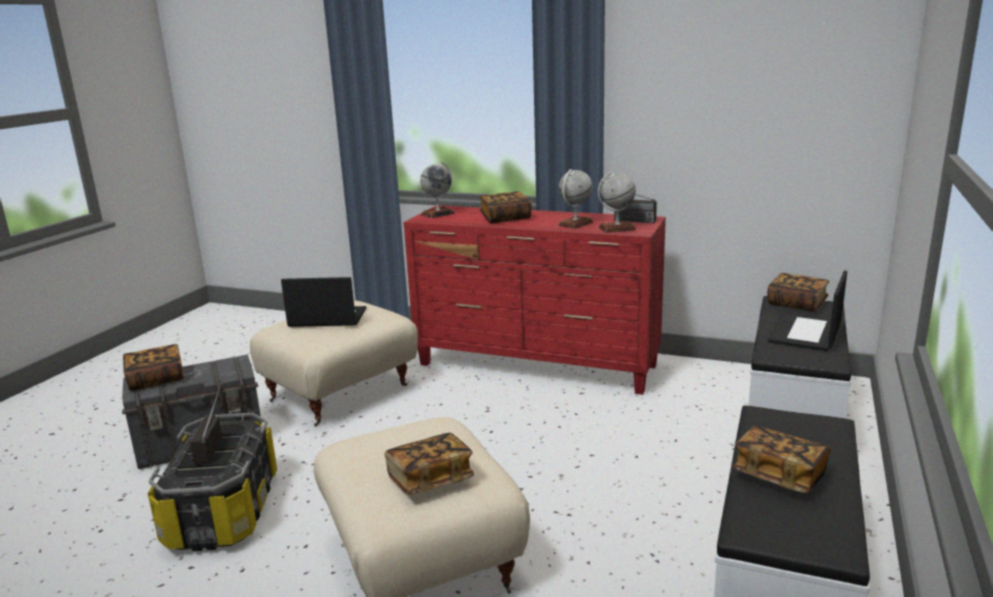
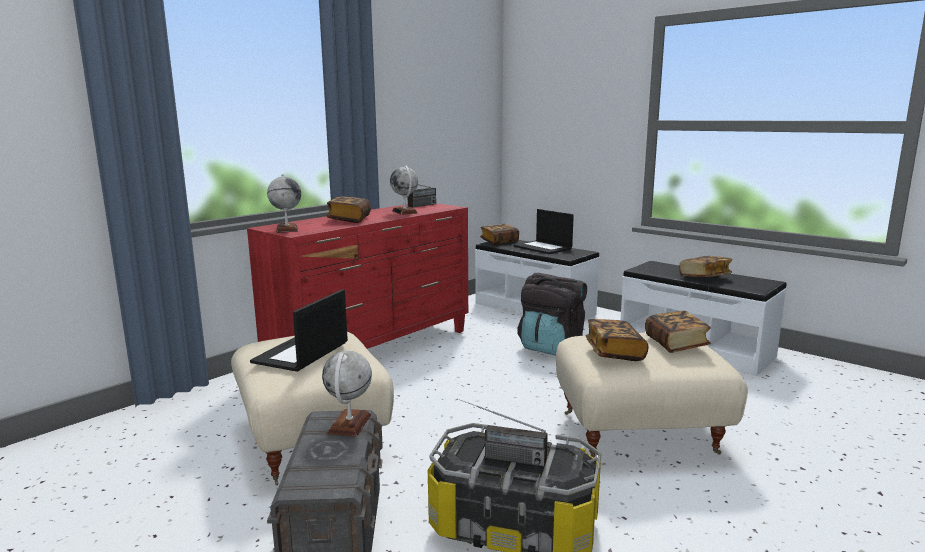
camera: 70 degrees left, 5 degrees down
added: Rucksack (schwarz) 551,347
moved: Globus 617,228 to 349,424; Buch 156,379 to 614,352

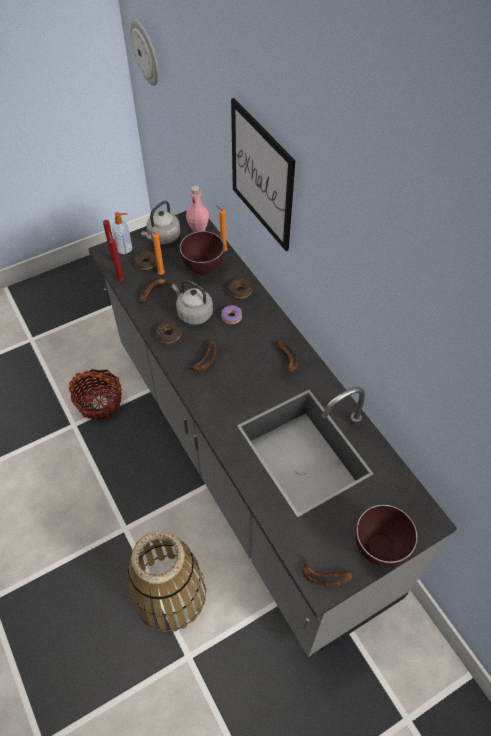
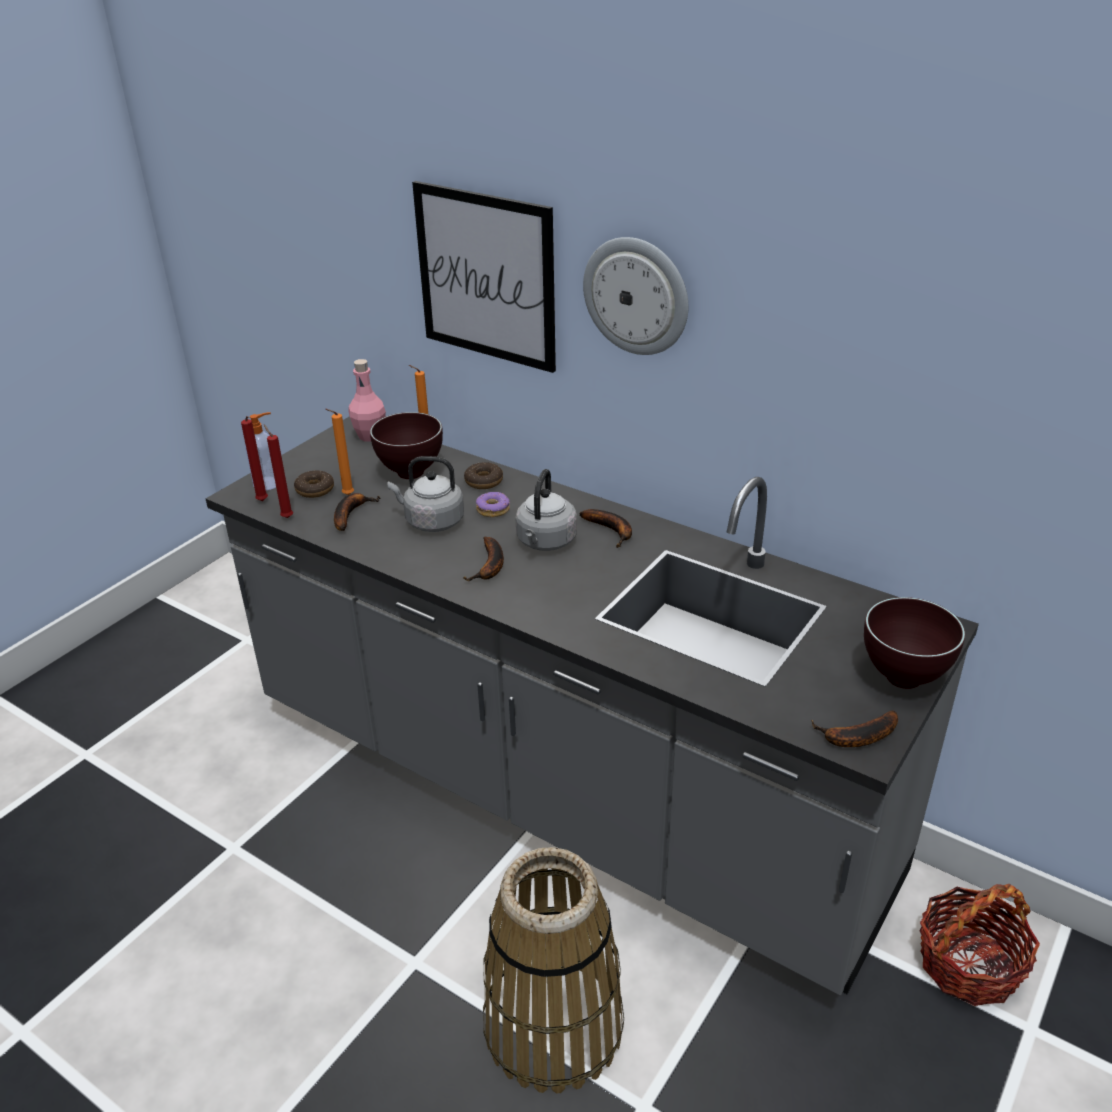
camera: 25 degrees left, 20 degrees down
removed: Donut 169,335
moved: Wanduhr 146,52 to 637,296; Wasserkessel (grau) 163,237 to 545,542; Korb 99,402 to 968,965

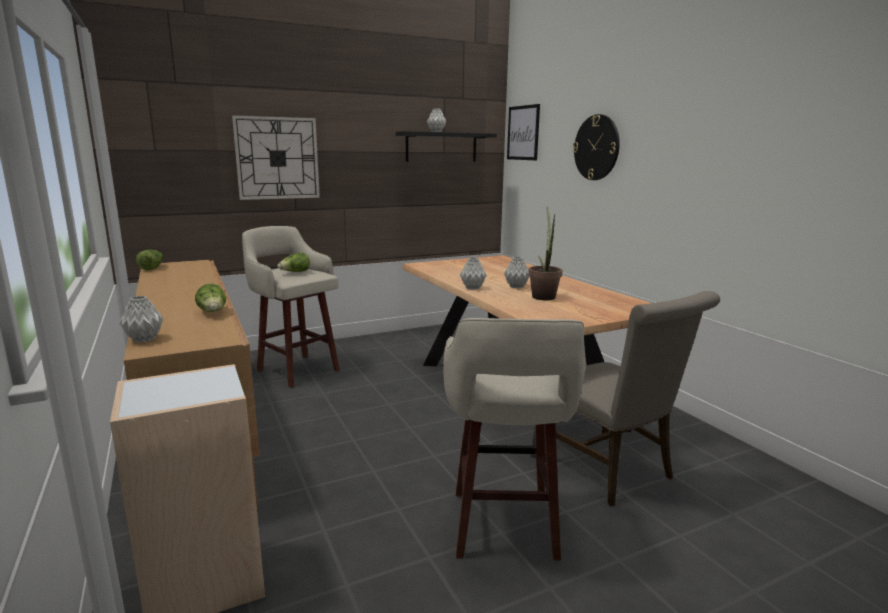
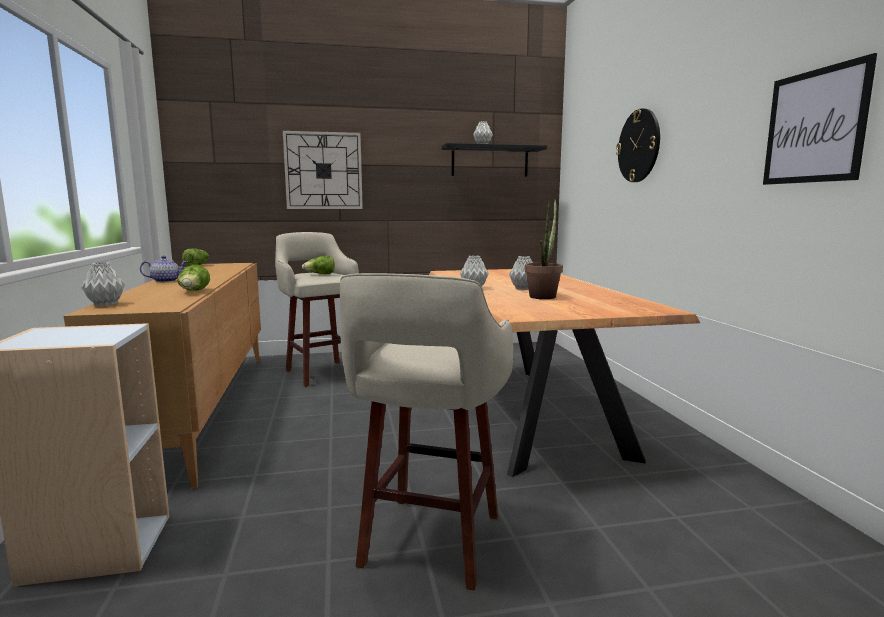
camera: 15 degrees right, 5 degrees down
removed: Stuhl (beige) 613,472
added: Teekanne 166,281
moved: Bild 523,133 to 814,126

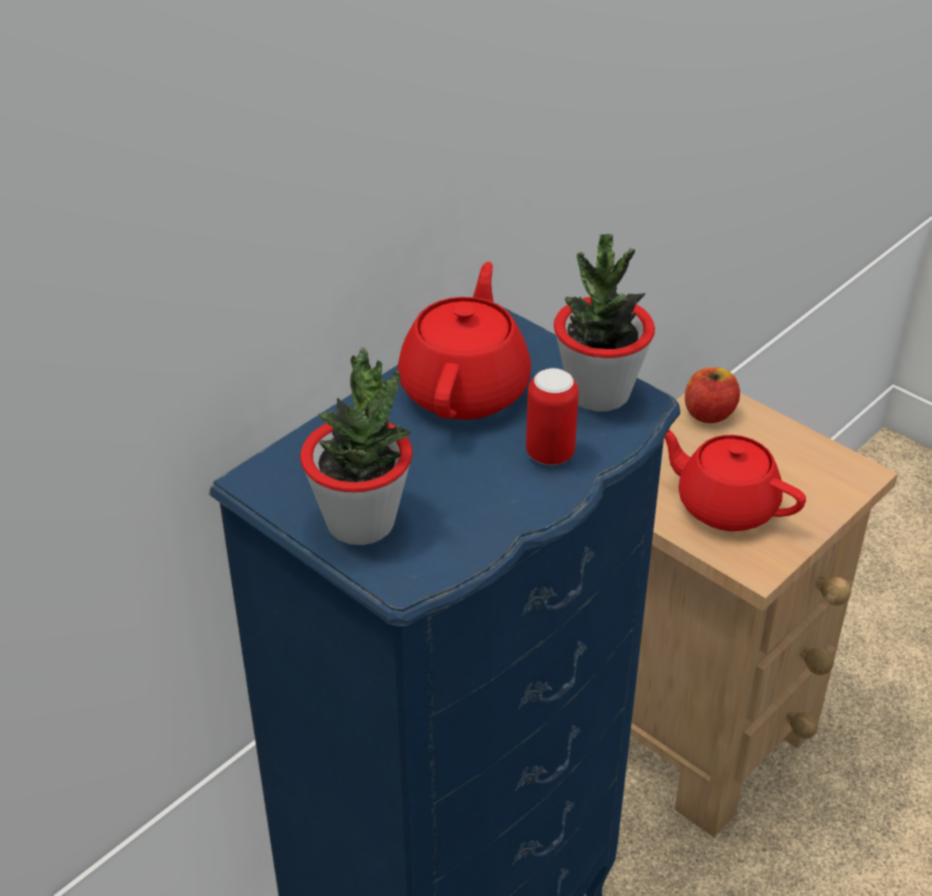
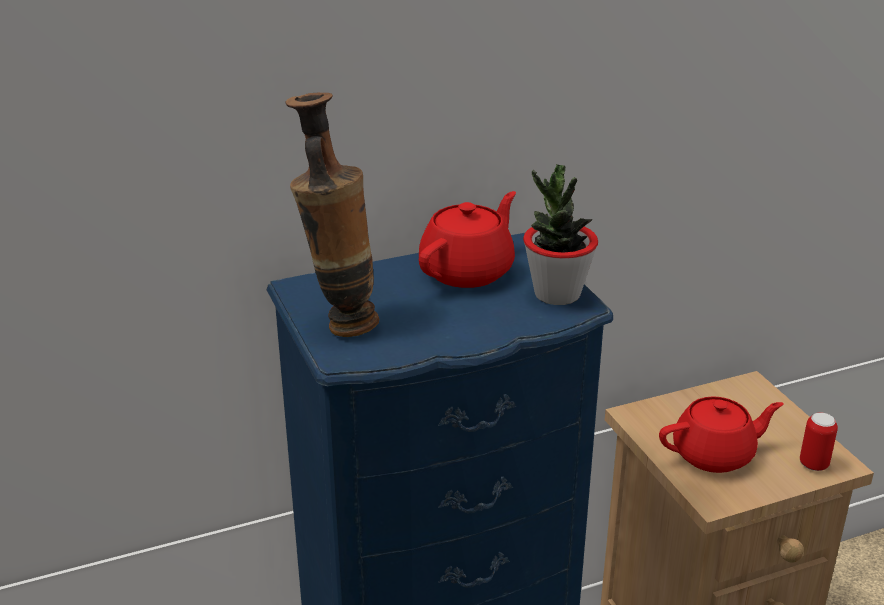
camera: 25 degrees right, 10 degrees down
removed: Apfel 709,413
moved: Dose 550,454 to 813,464
replaced: Topfpflanze 361,522 to Vase 340,323
turned: Teekanne (rot) 725,505 = 715,455 105 degrees clockwise

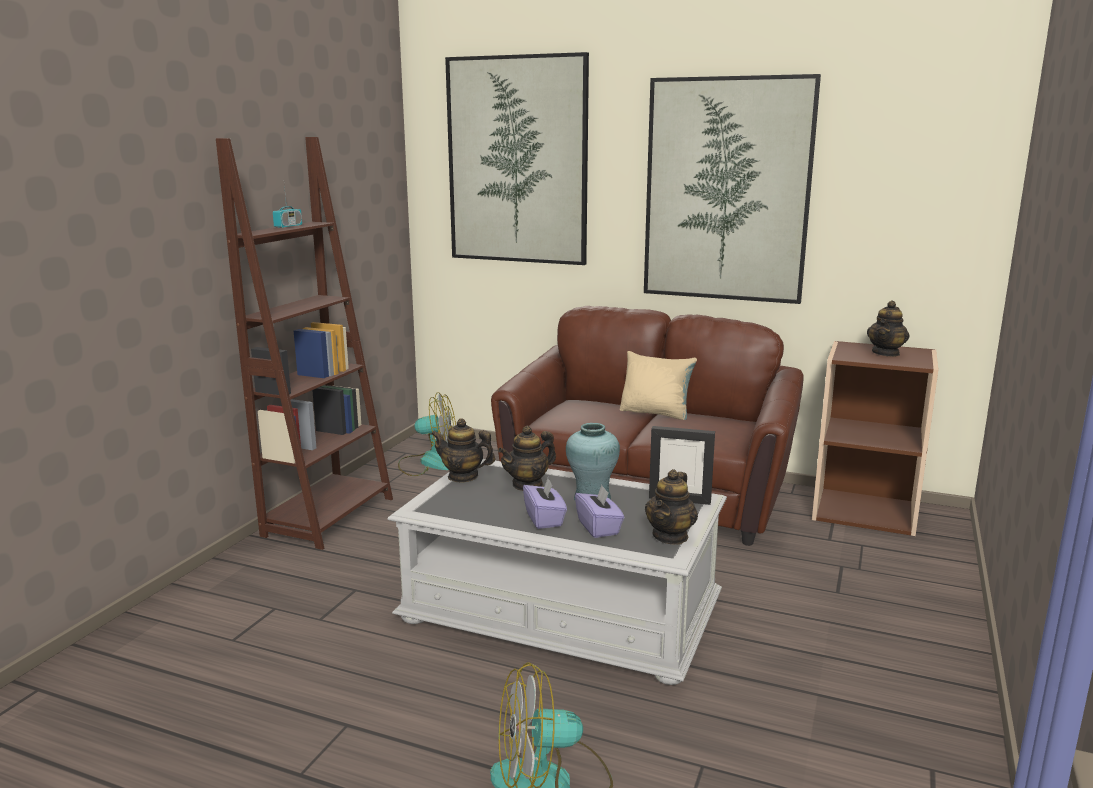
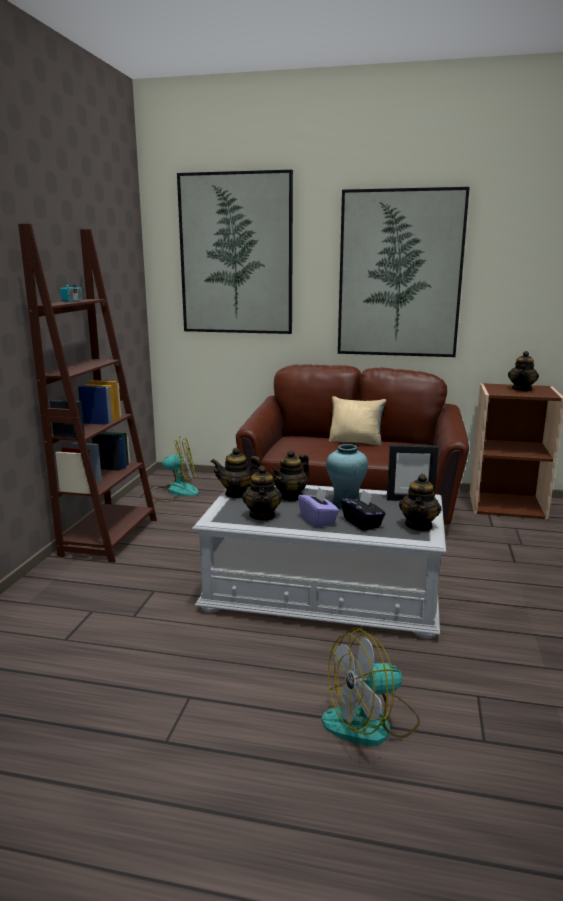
camera: 10 degrees left, 0 degrees up
added: Teekanne 262,515
recoloured: Taschentuchbox (lila) 599,527 to Taschentuchbox (schwarz) 362,523

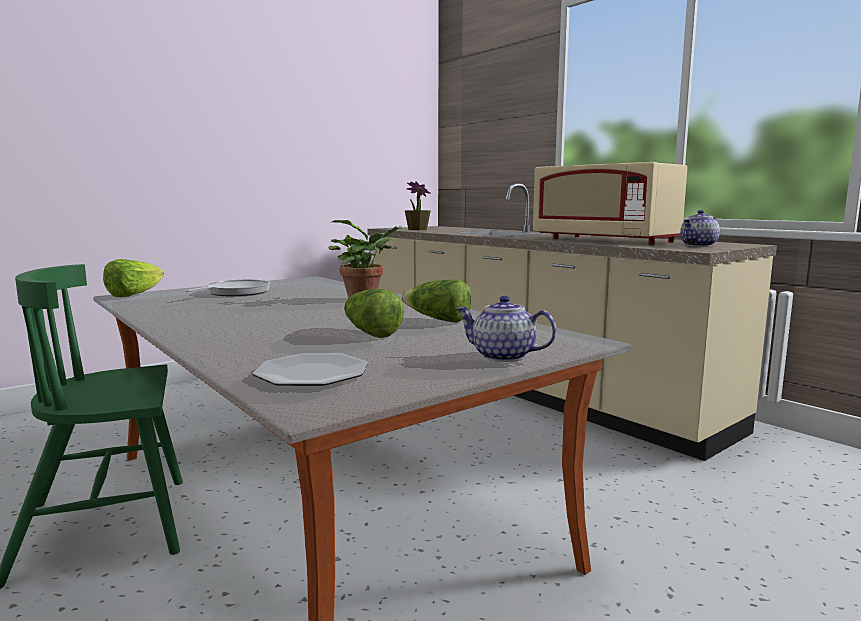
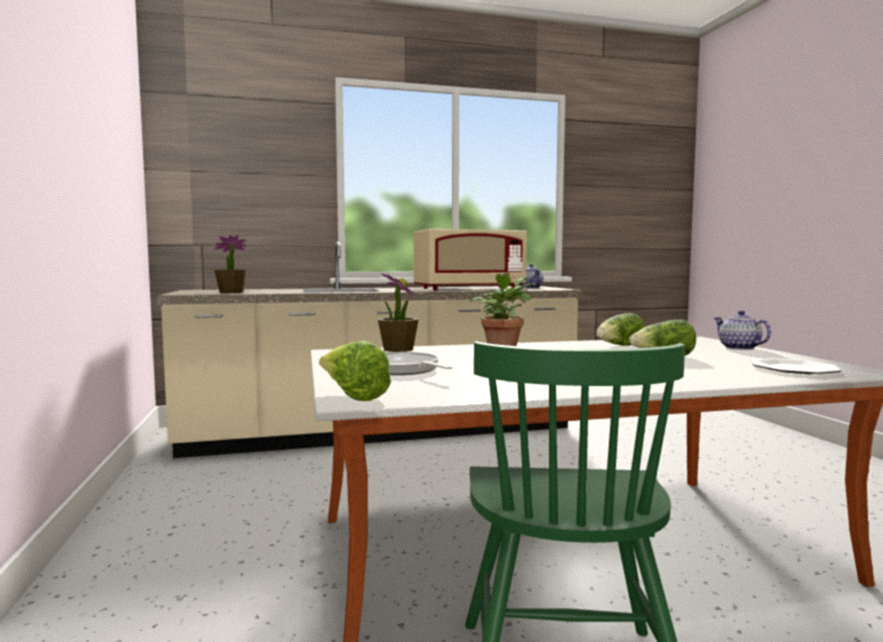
camera: 65 degrees left, 5 degrees down
added: Topfpflanze 398,349
turned: Teekanne 502,356 = 738,348 105 degrees clockwise

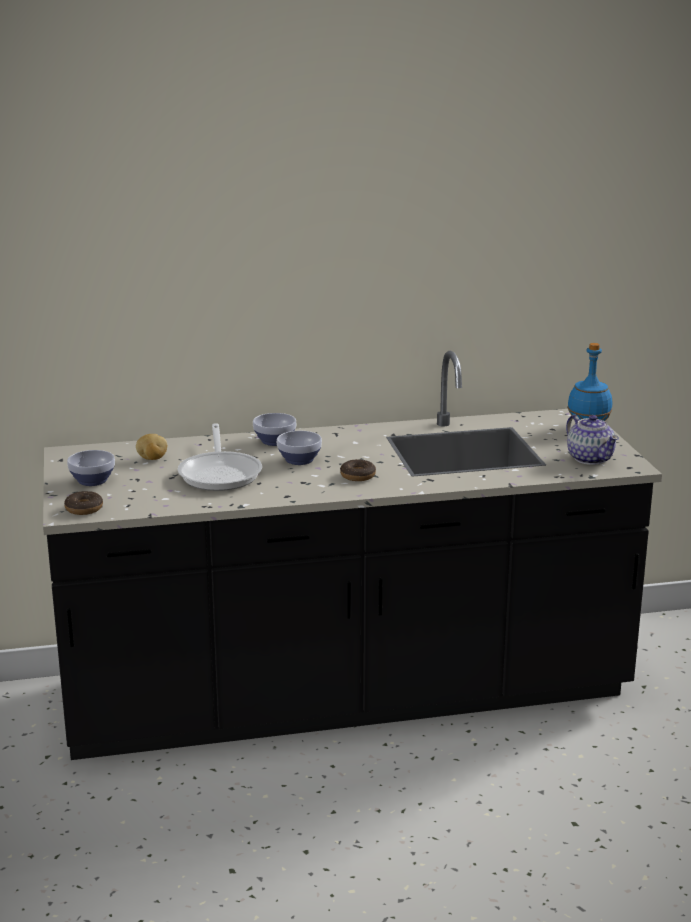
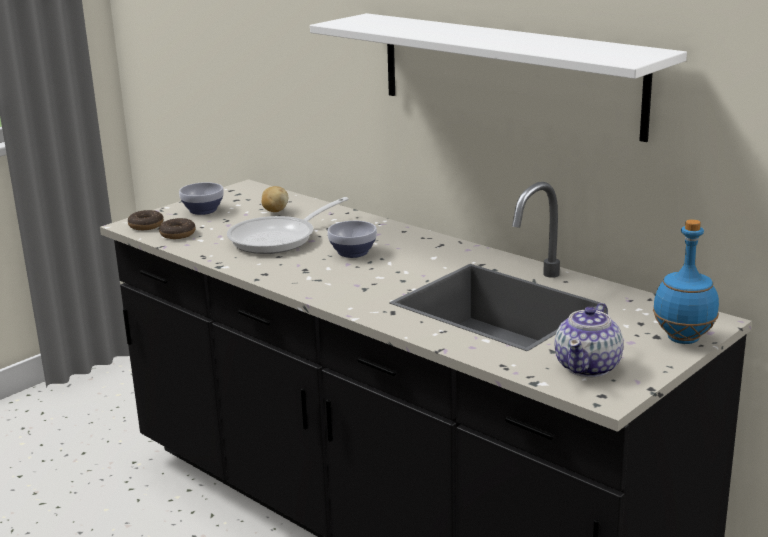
camera: 55 degrees right, 0 degrees up
removed: Schüssel 275,442
added: Wandregal (weiß) 507,73
moved: Donut 357,476 to 178,234

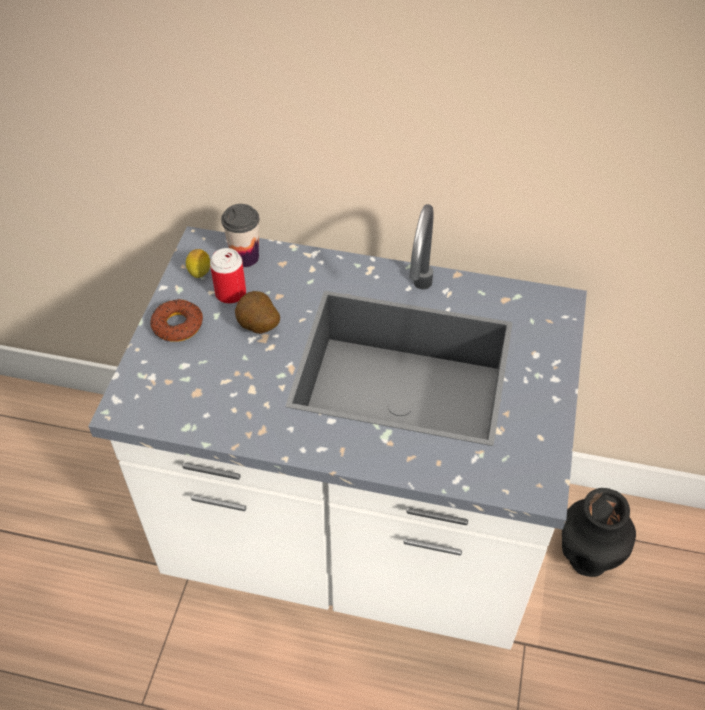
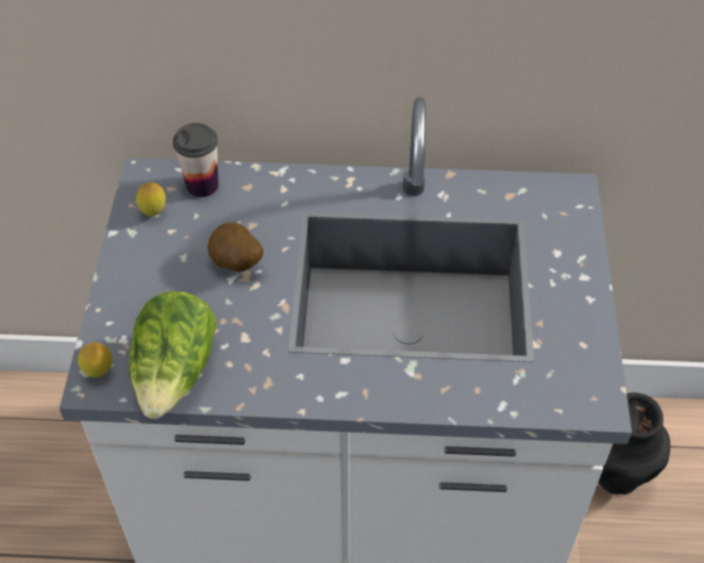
camera: 10 degrees left, 0 degrees up
removed: Dose 230,293; Donut 177,325
added: Salatkopf 176,372; Zitrone 99,373

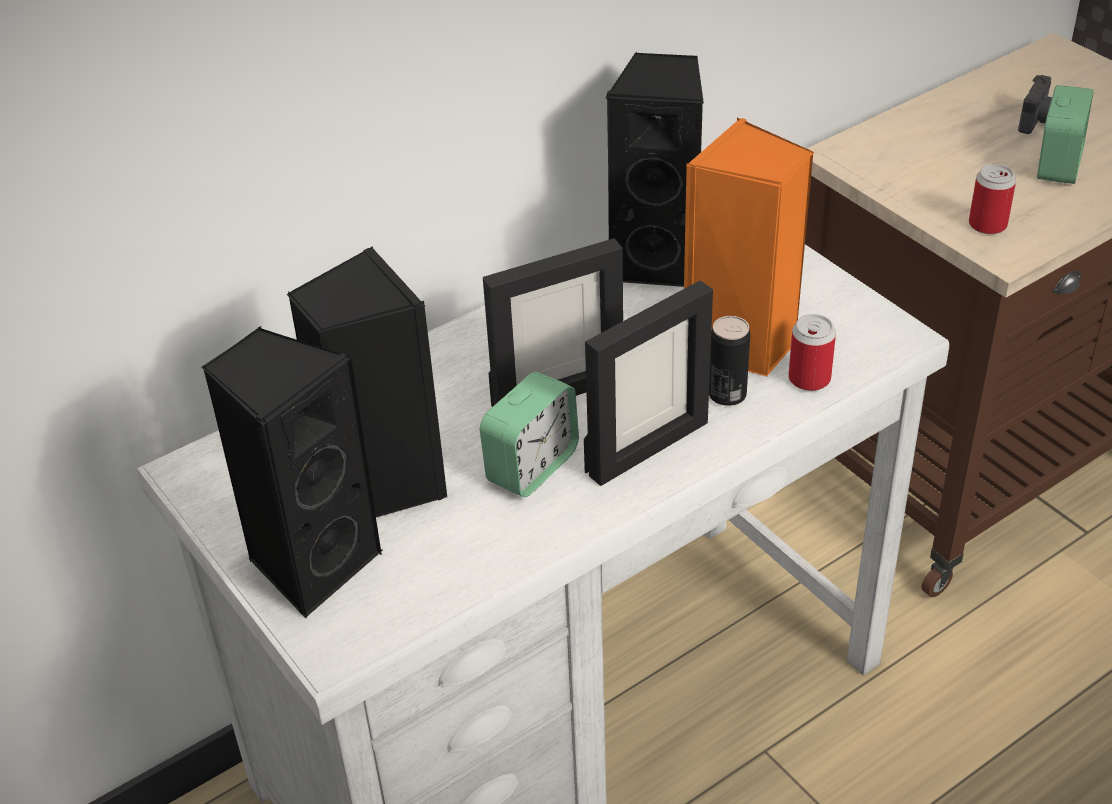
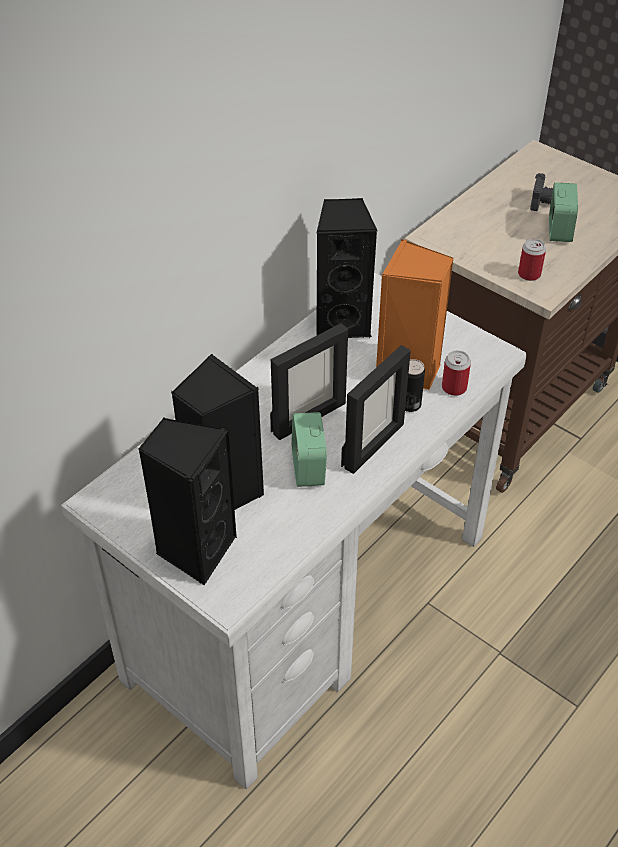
camera: 15 degrees left, 5 degrees up
turned: Wecker 532,467 = 308,467 150 degrees clockwise

